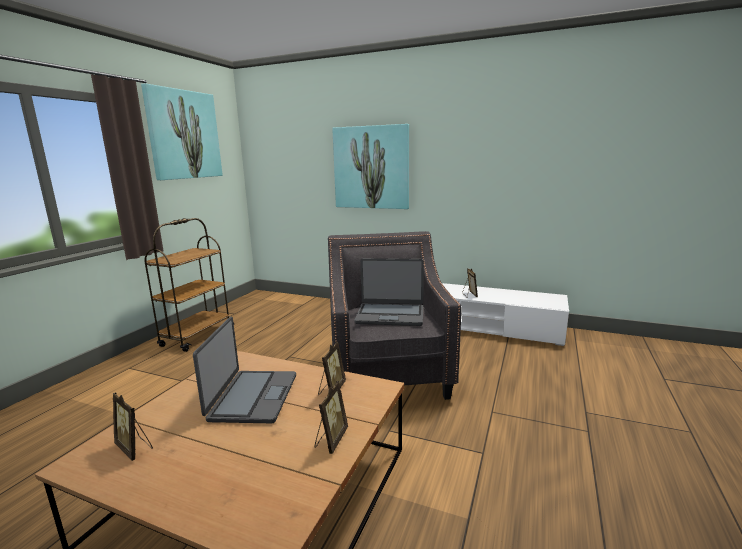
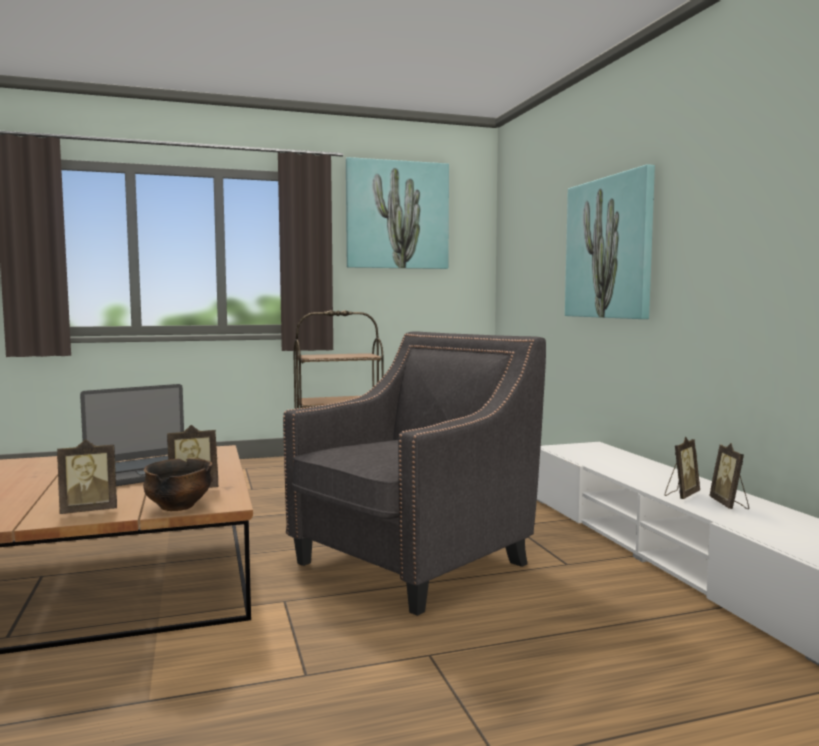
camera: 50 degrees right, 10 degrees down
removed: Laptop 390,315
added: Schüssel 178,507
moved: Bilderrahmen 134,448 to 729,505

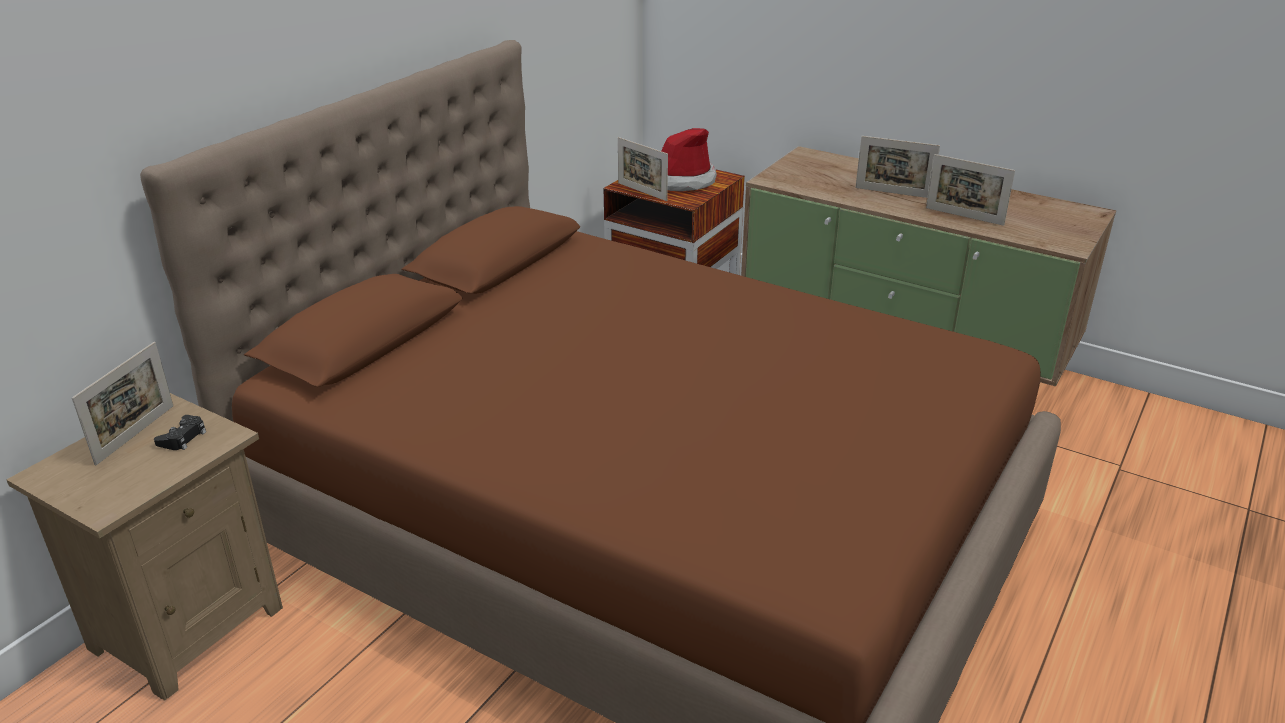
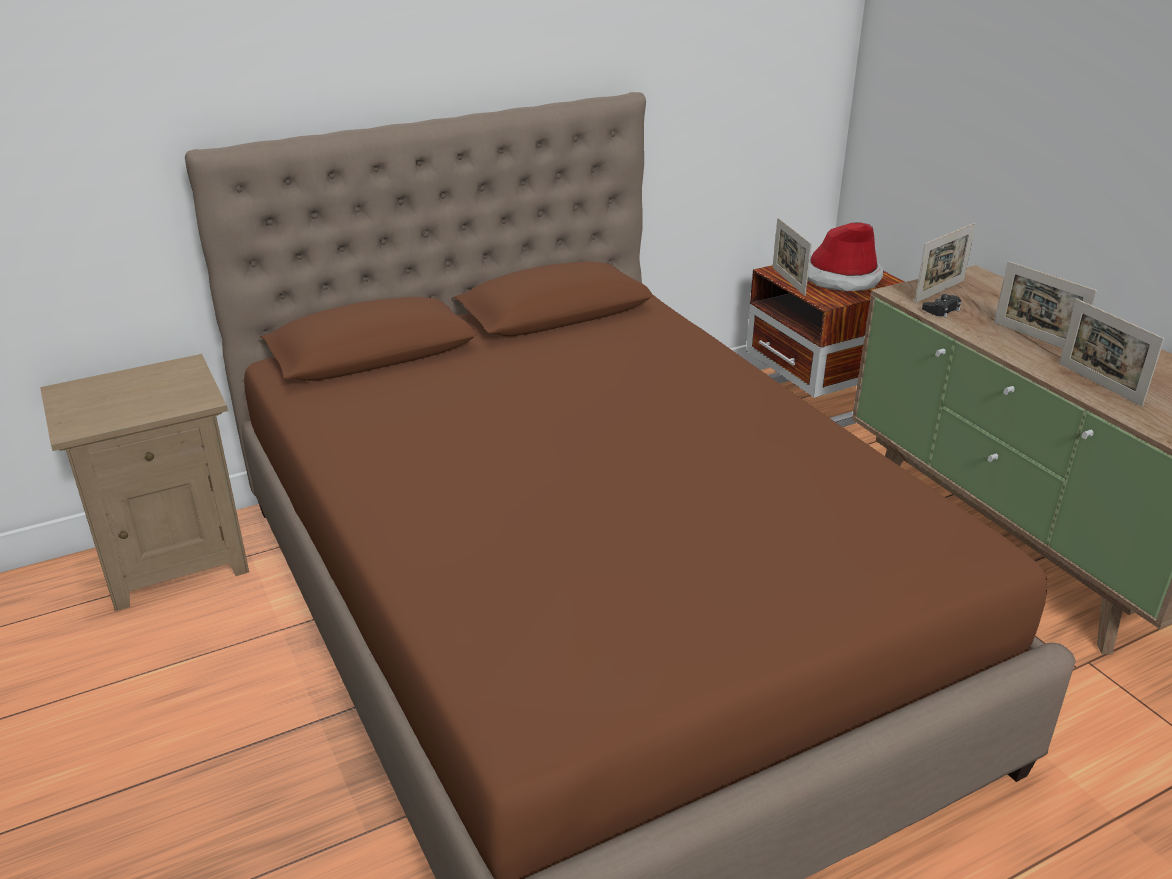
camera: 30 degrees right, 0 degrees up
moved: Bilderrahmen 135,434 to 939,291; Gamepad (schwarz) 183,437 to 942,310

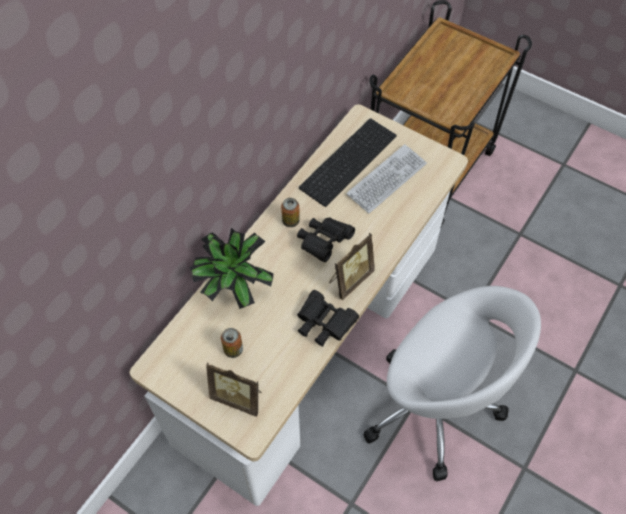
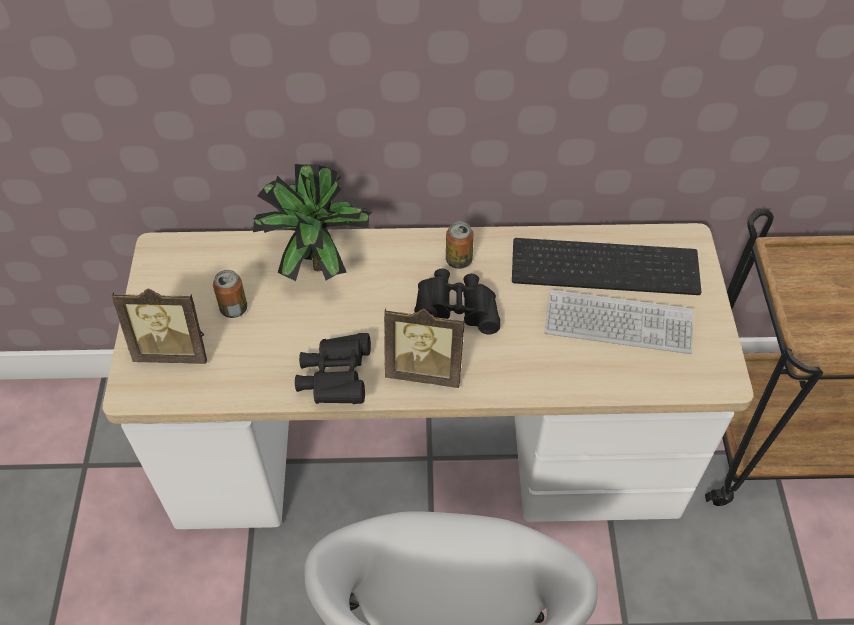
camera: 55 degrees right, 5 degrees down
turned: Bilderrahmen 238,397 = 174,350 75 degrees counterclockwise

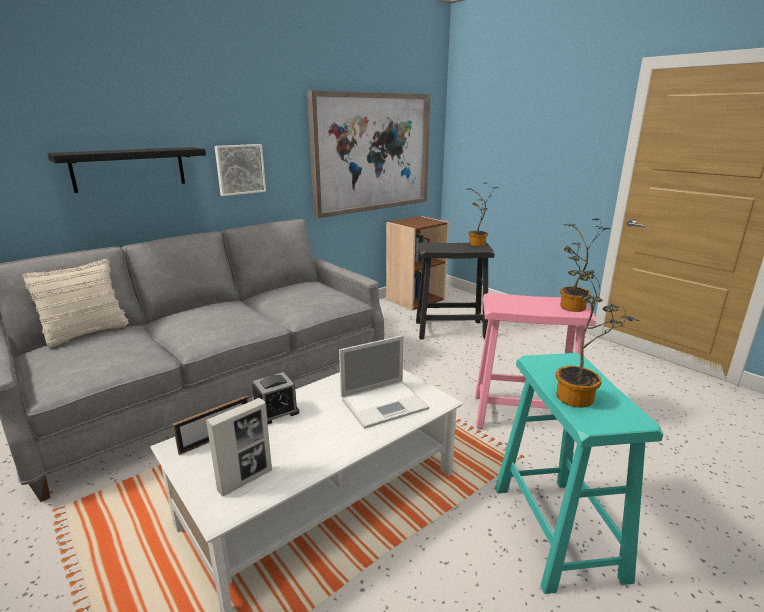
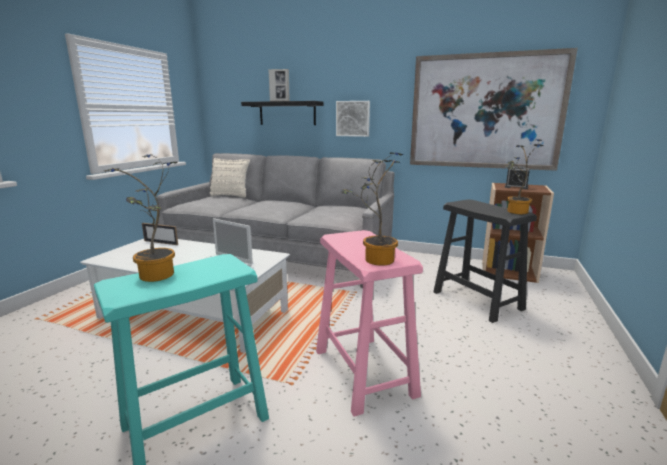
camera: 60 degrees right, 5 degrees down
moved: Wecker 276,412 to 516,187; Bilderrahmen 245,480 to 279,101

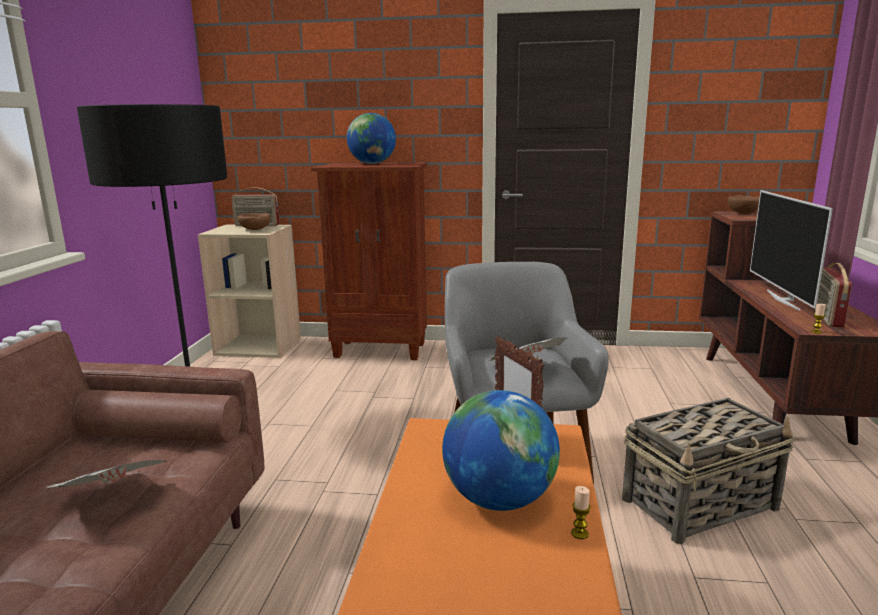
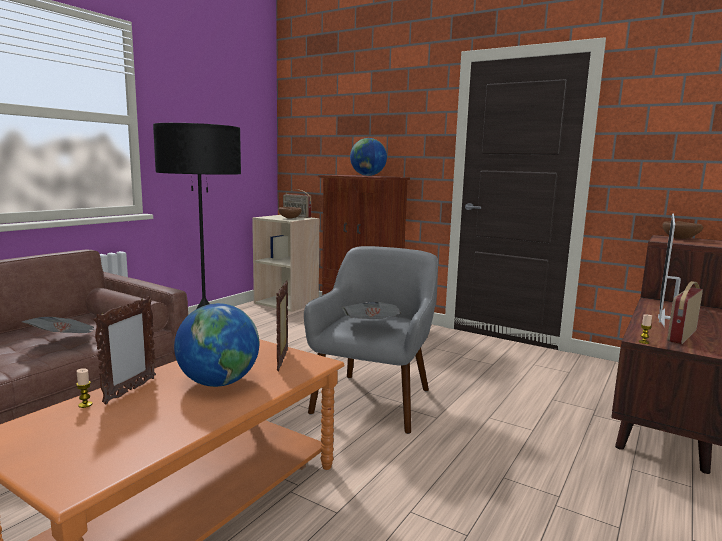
camera: 25 degrees right, 5 degrees down
removed: Korb 701,503
added: Bilderrahmen 130,391
moved: Kerze 579,533 to 85,405

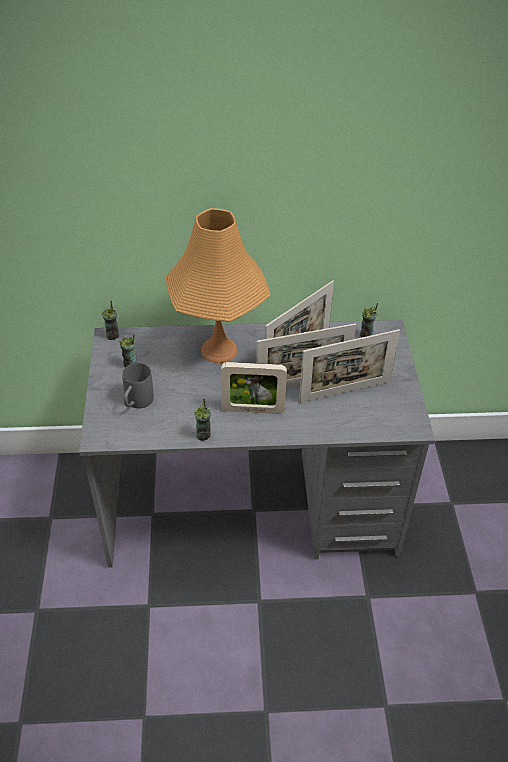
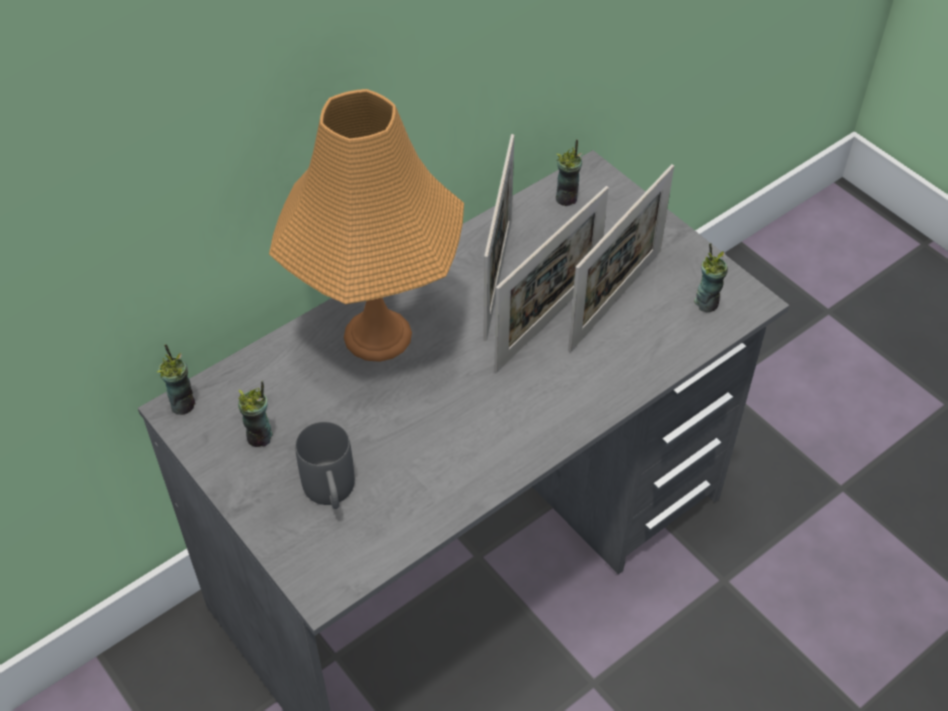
camera: 35 degrees left, 5 degrees up
removed: Bilderrahmen 253,410
moved: Tasse 203,435 to 707,303

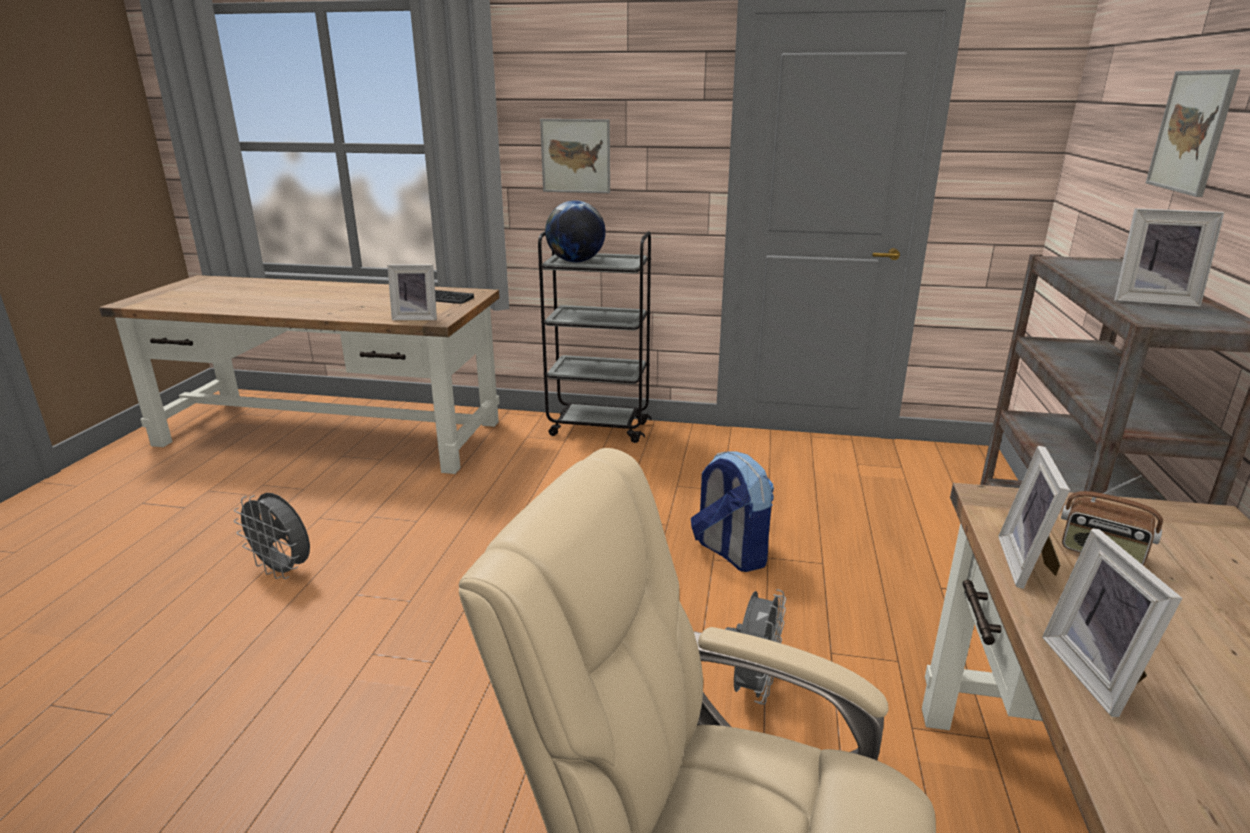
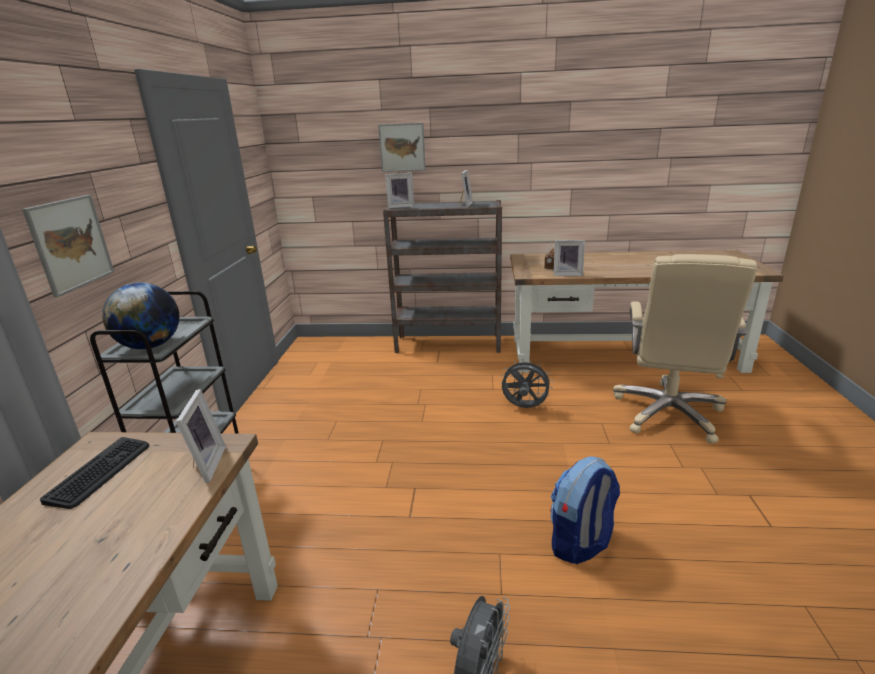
camera: 95 degrees left, 0 degrees up
moved: Rucksack 730,552 to 580,543; Bilderrahmen 1097,674 to 400,206

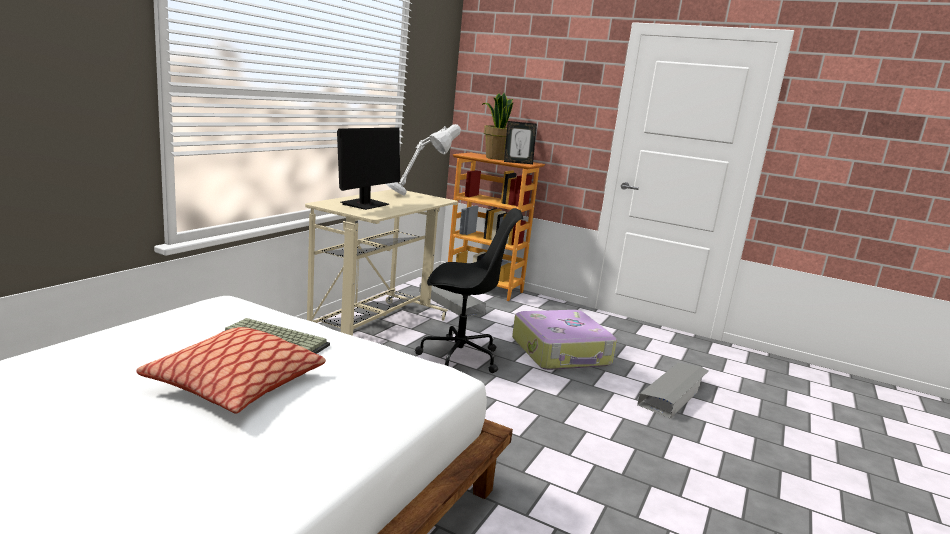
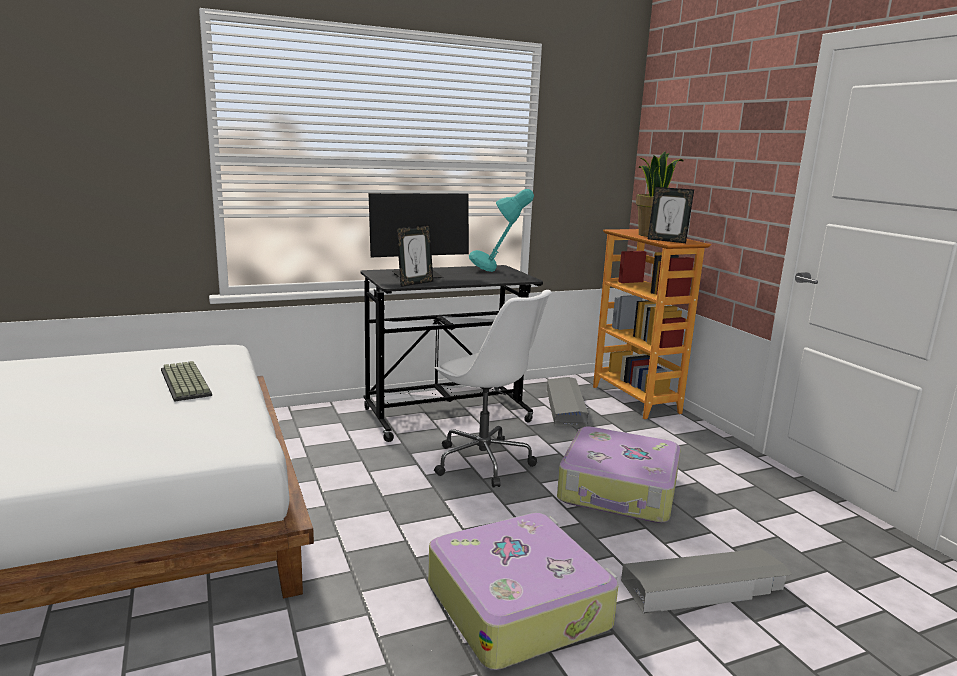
camera: 40 degrees right, 0 degrees up
removed: Kissen 237,385
added: Bilderrahmen 415,283; Koffer 518,604
recoloured: Tischlampe (grau) 417,198 to Tischlampe (türkis) 499,274; Schreibtisch (beige) 379,328 to Schreibtisch (schwarz) 447,415; Bürostuhl (schwarz) 461,358 to Bürostuhl (weiß) 485,463

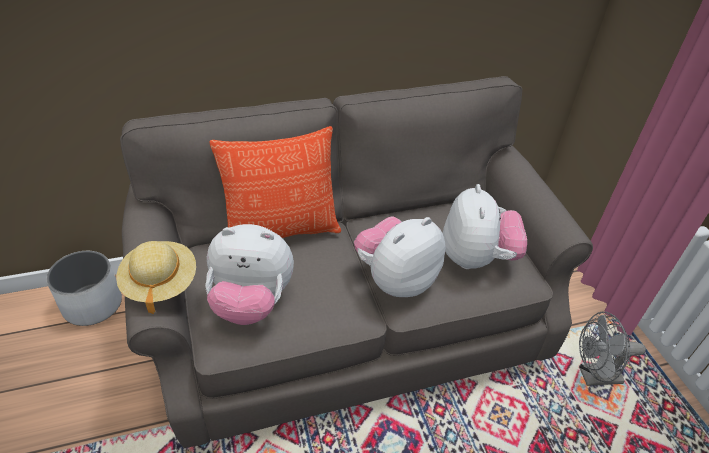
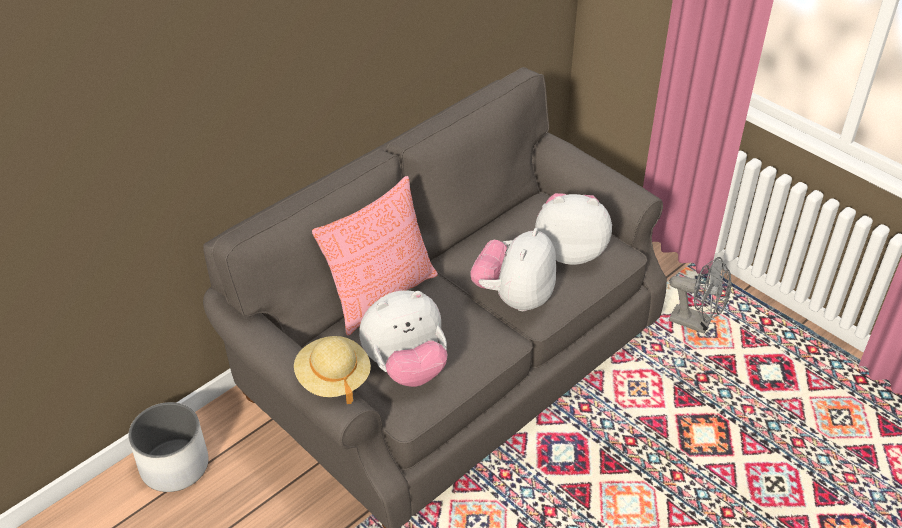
camera: 25 degrees left, 0 degrees up
recoloured: Kissen (orange) 282,231 to Kissen (rosa) 382,296
turned: Plüschtier 476,258 = 570,251 60 degrees counterclockwise; Ventilator (grau) 593,376 = 696,323 120 degrees counterclockwise

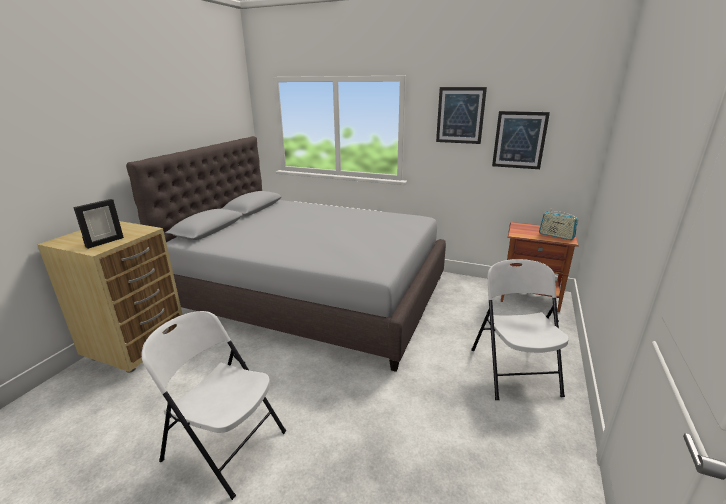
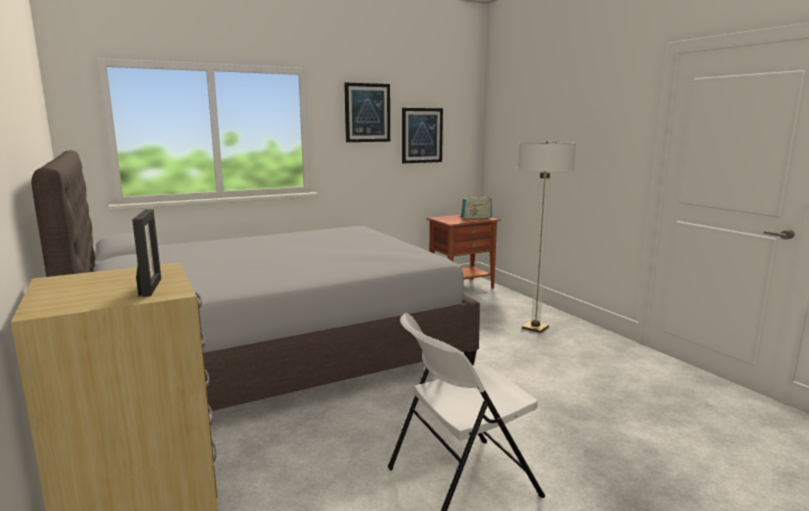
camera: 50 degrees left, 10 degrees down
replaced: Stuhl (weiß) 514,371 to Stehlampe 535,328

